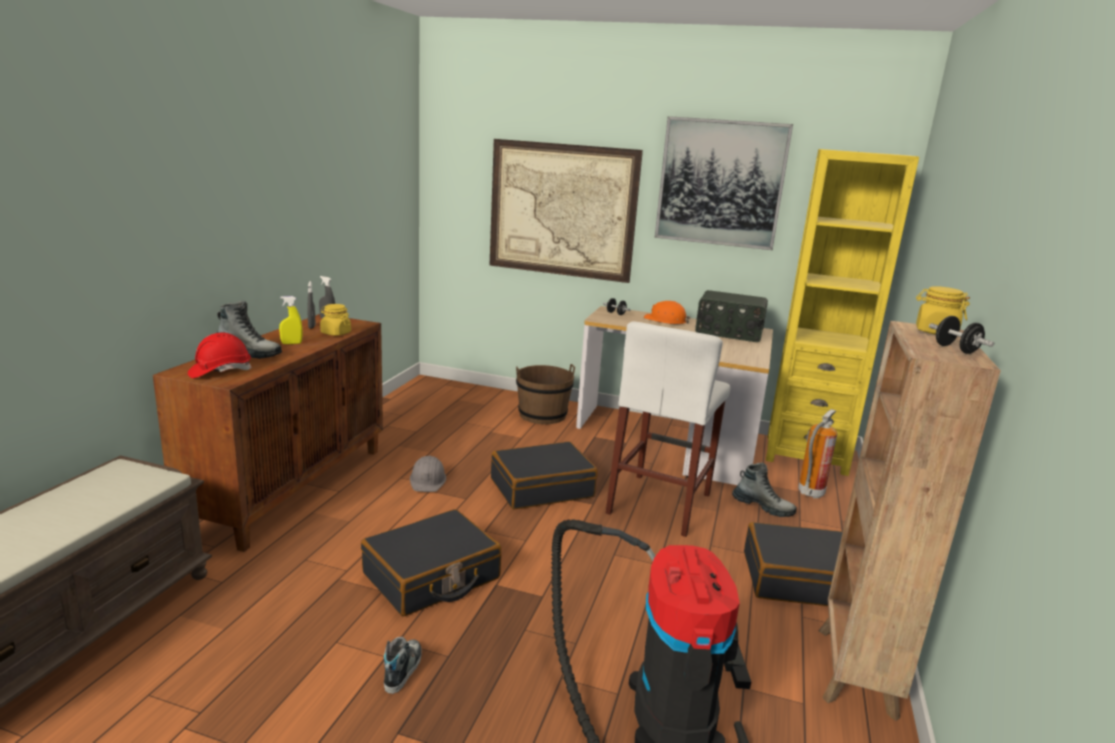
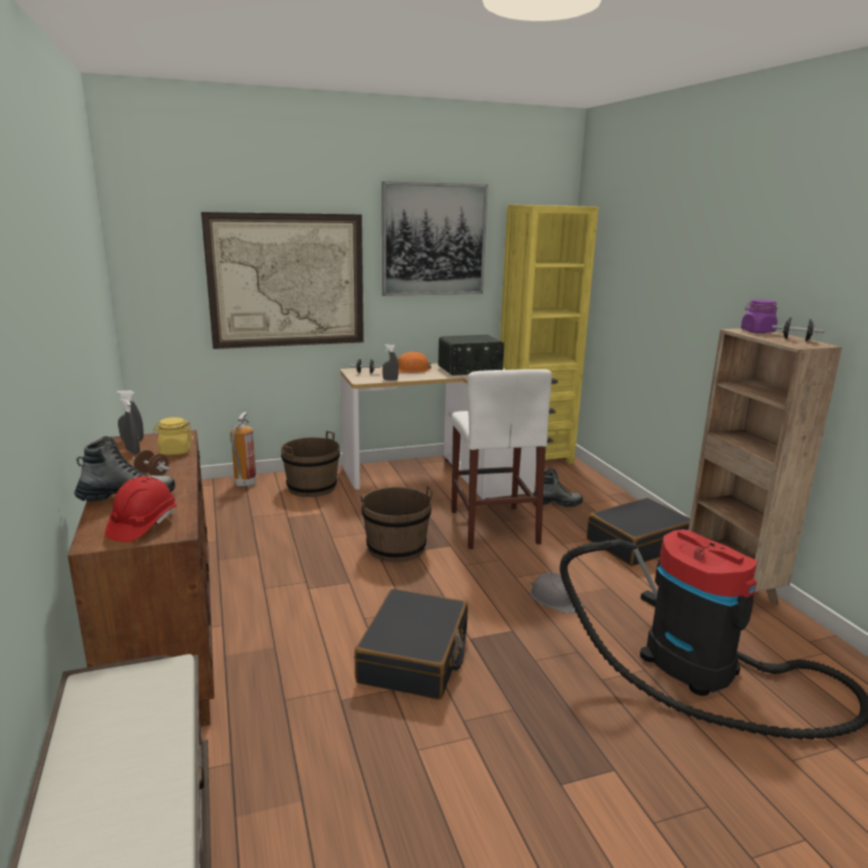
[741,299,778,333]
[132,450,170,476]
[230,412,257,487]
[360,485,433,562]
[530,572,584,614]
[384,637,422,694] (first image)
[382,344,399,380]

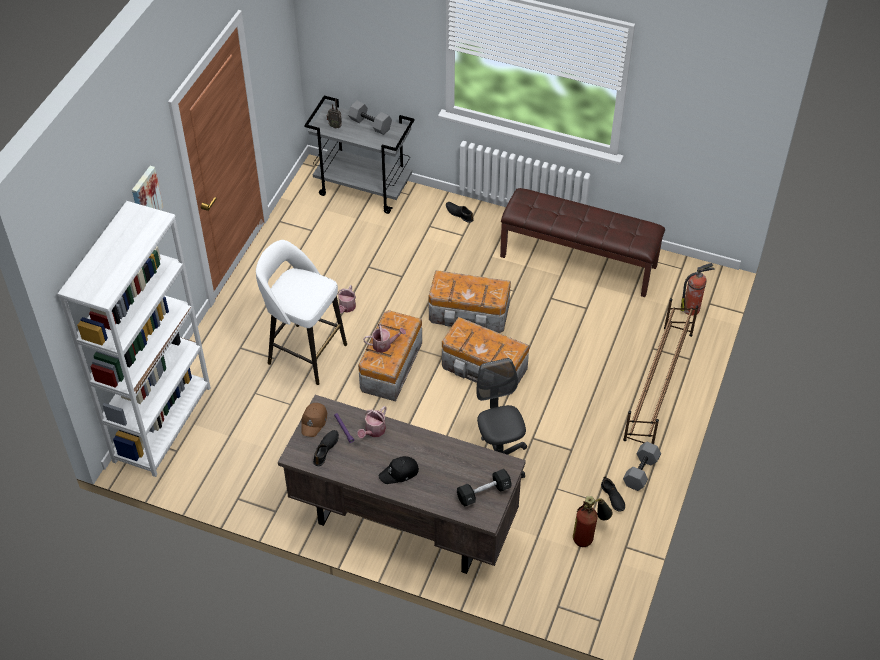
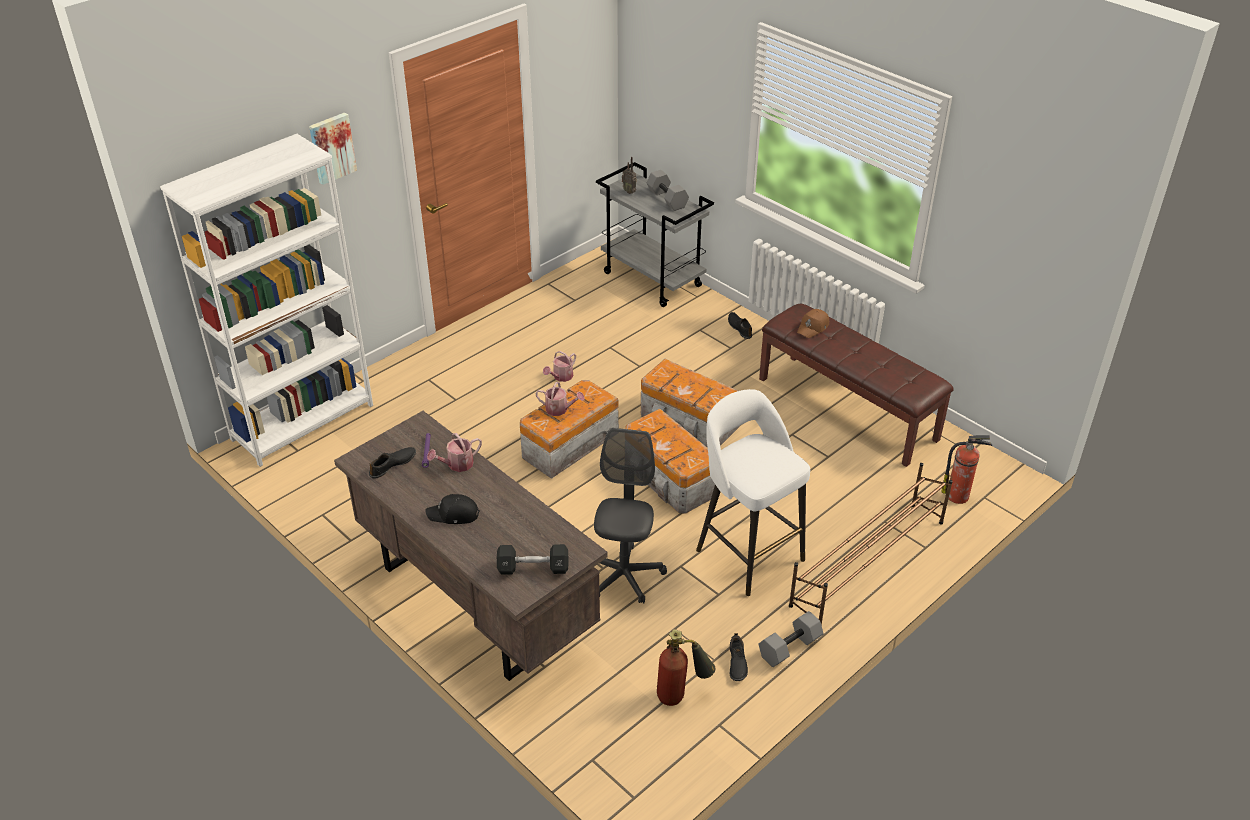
[696,389,810,596]
[797,309,829,338]

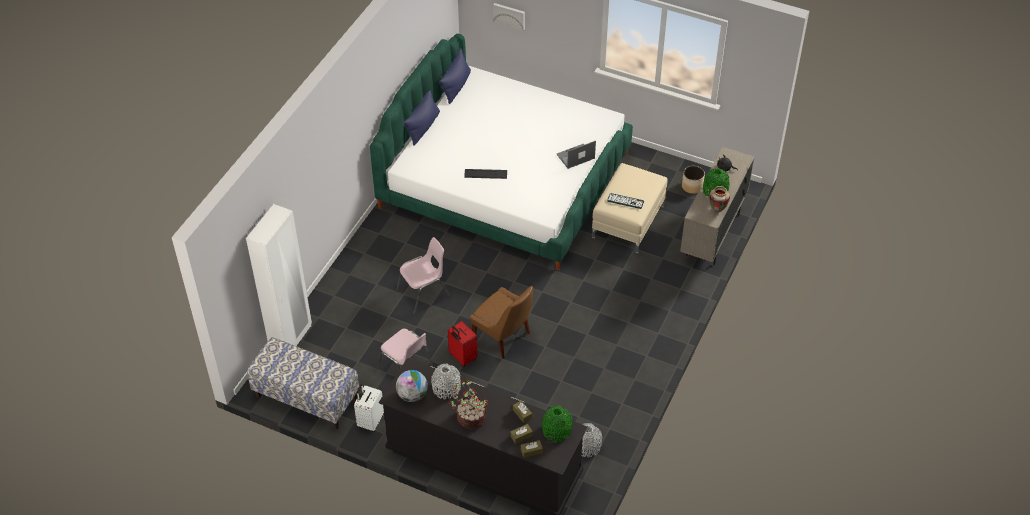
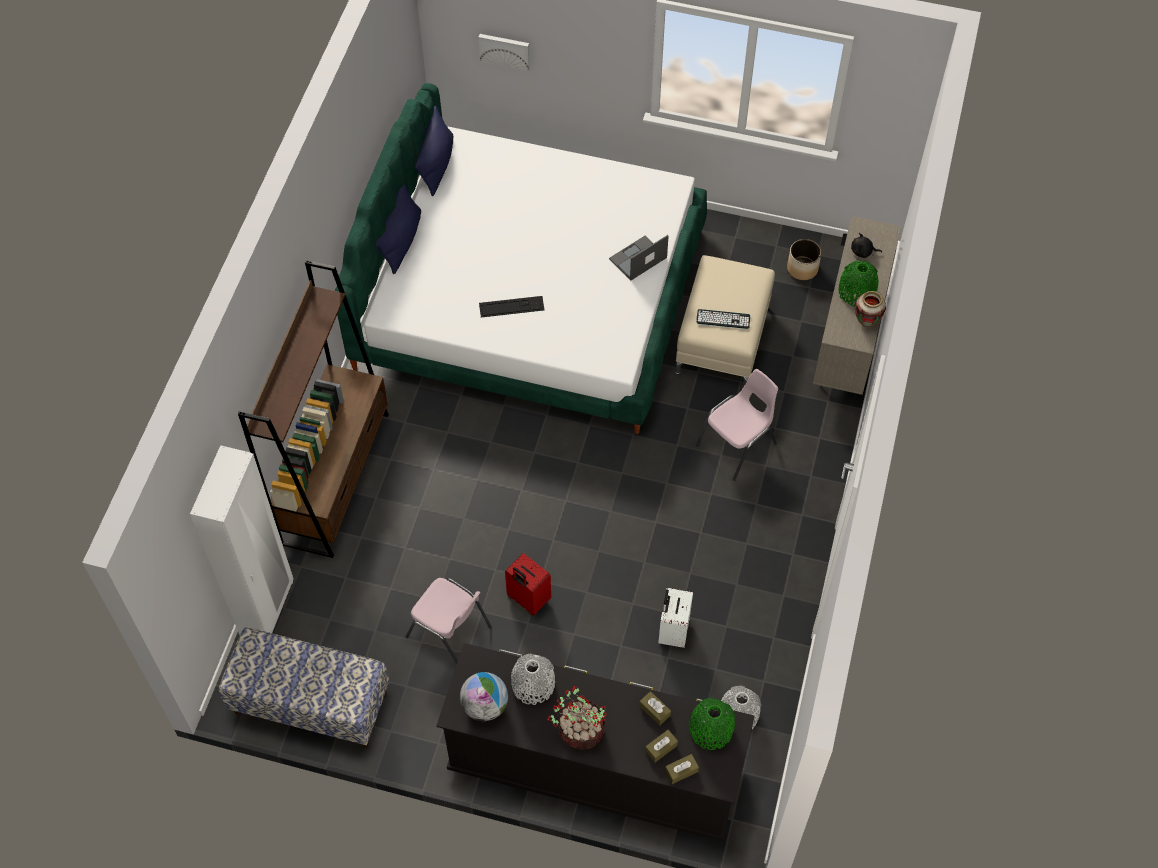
[696,369,778,481]
[470,286,533,359] (first image)
[658,588,693,648]
[238,260,389,558]

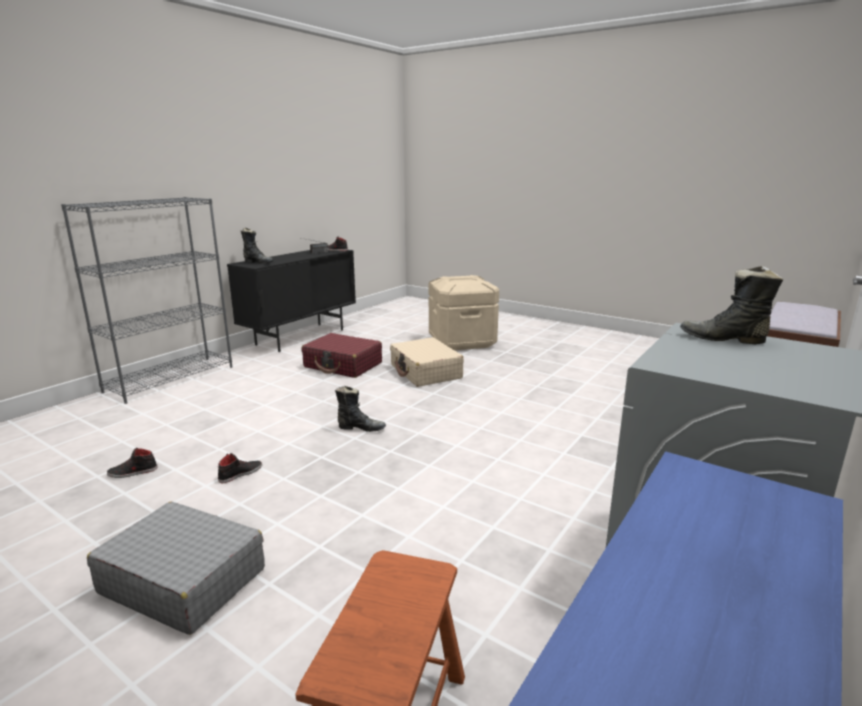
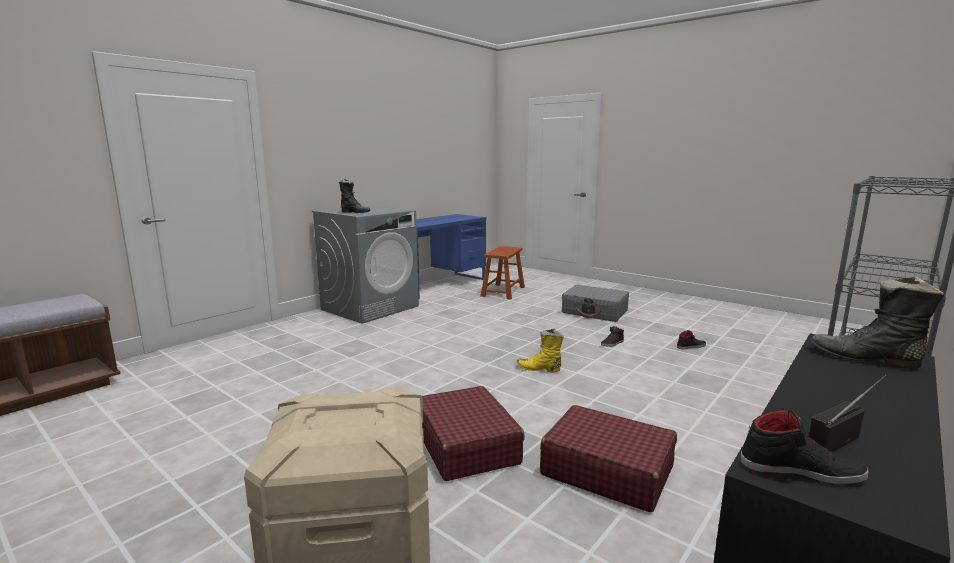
[422,386,525,481]
[516,329,564,372]

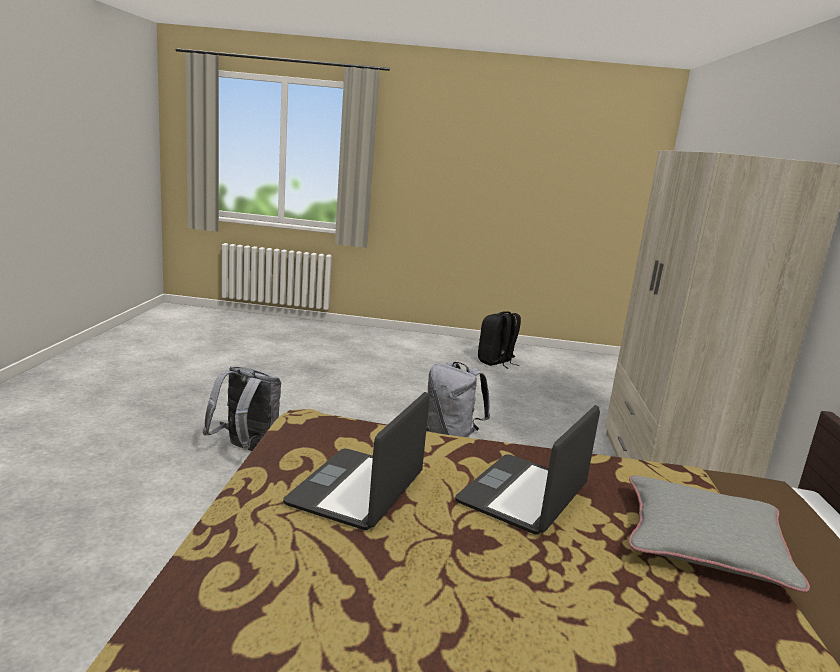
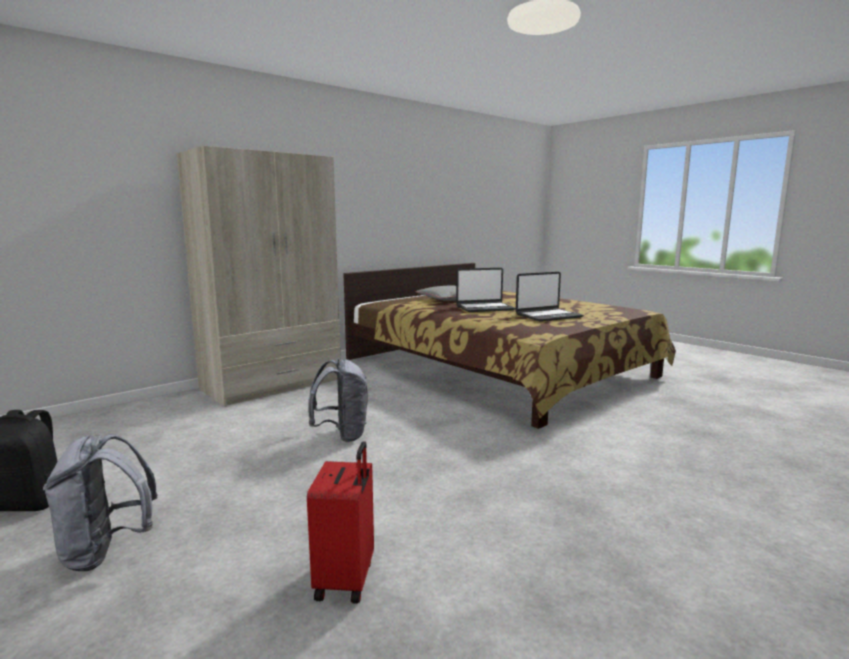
[43,435,158,571]
[307,441,374,604]

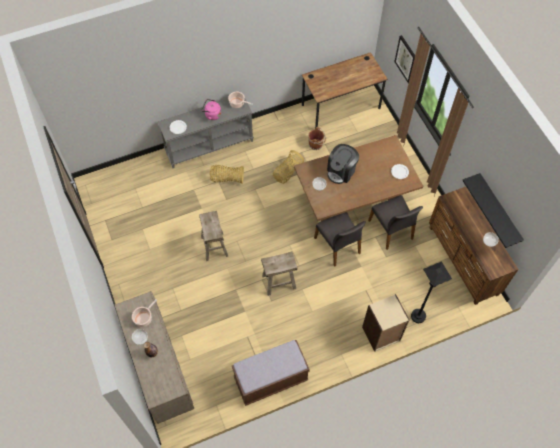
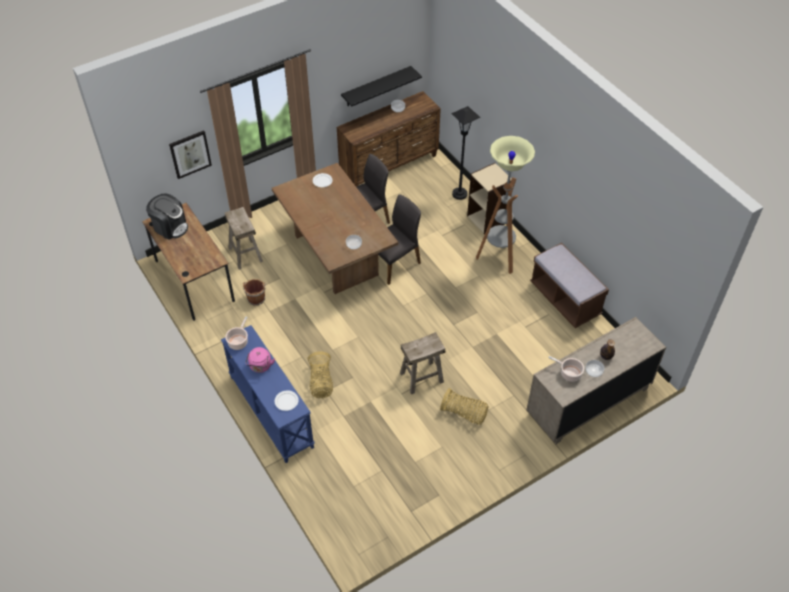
[221,325,315,463]
[146,193,188,240]
[440,388,488,425]
[225,207,263,270]
[476,136,535,274]

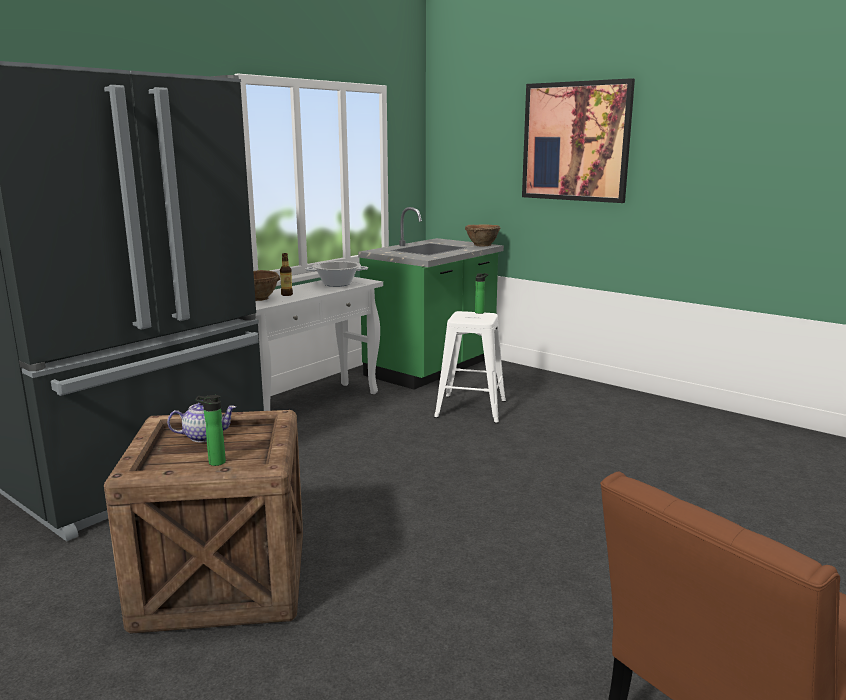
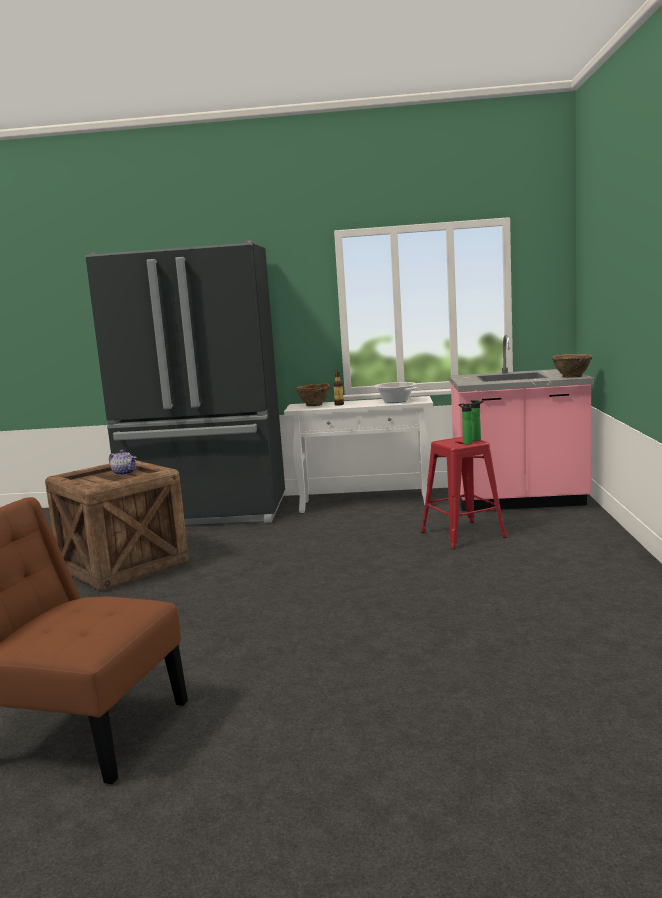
[522,78,635,203] (first image)
[449,335,594,511]
[420,437,507,549]
[459,403,473,445]

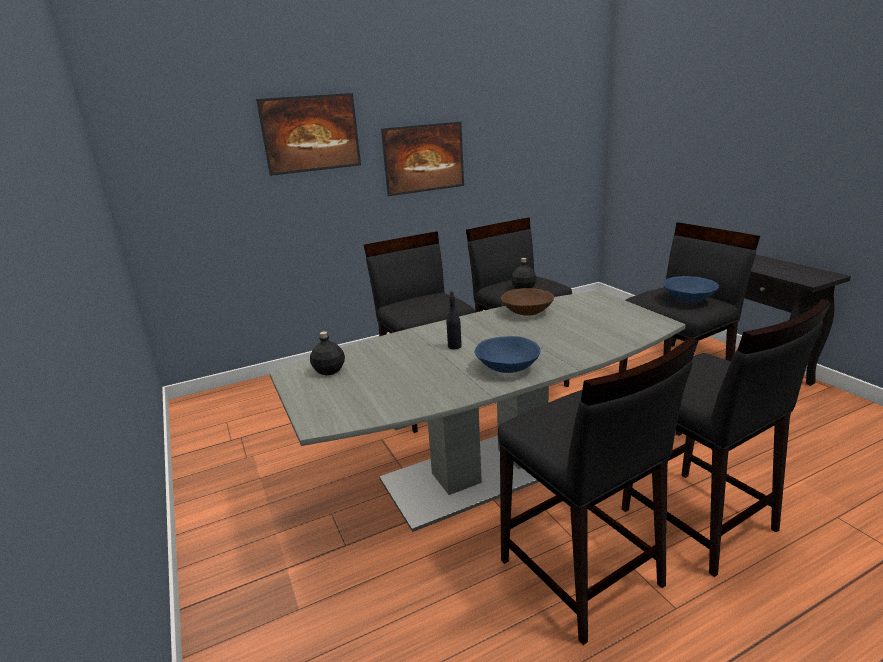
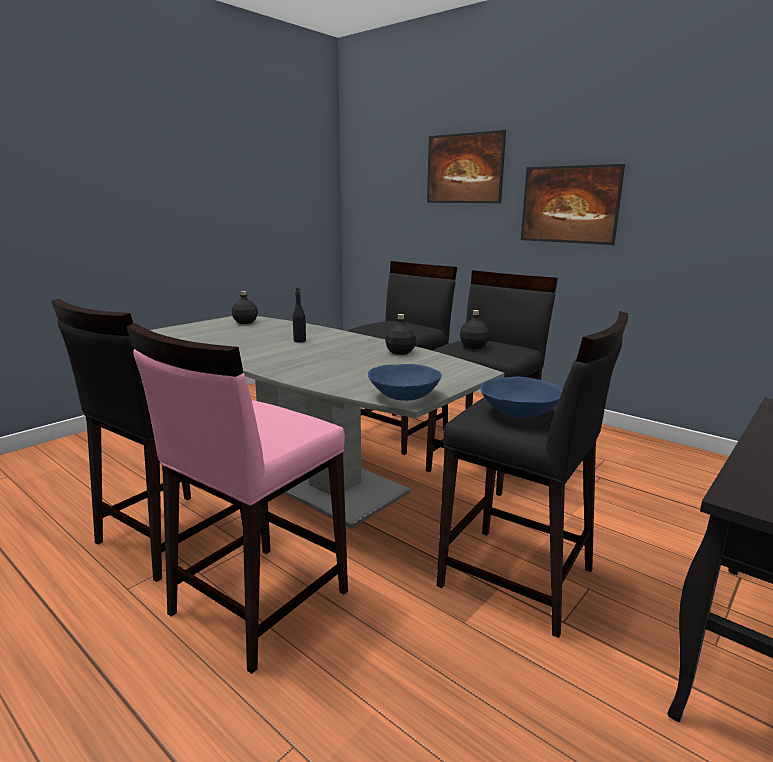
[385,314,416,355]
[126,323,348,674]
[368,364,442,401]

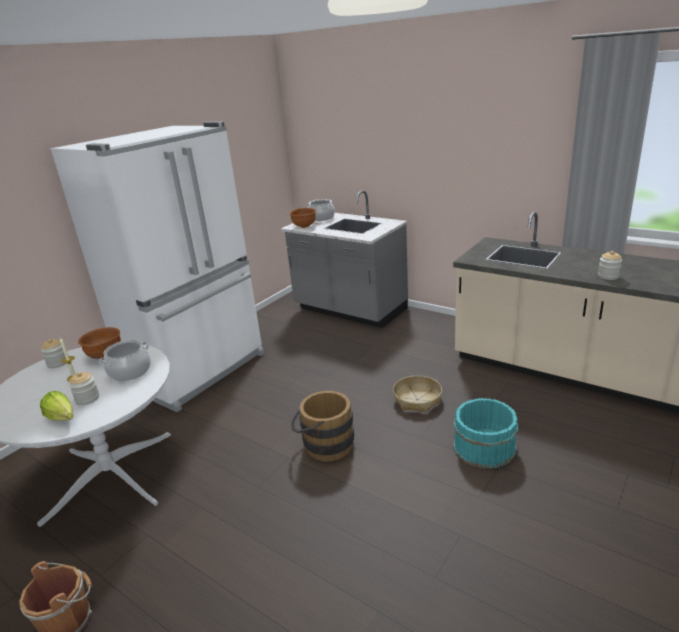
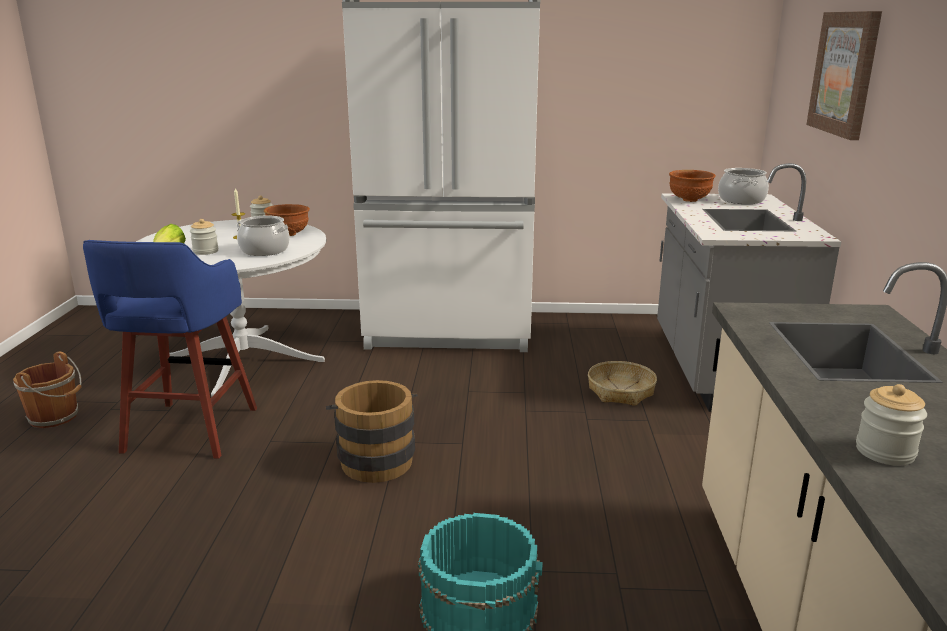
[588,361,657,406]
[806,11,882,140]
[83,240,257,459]

